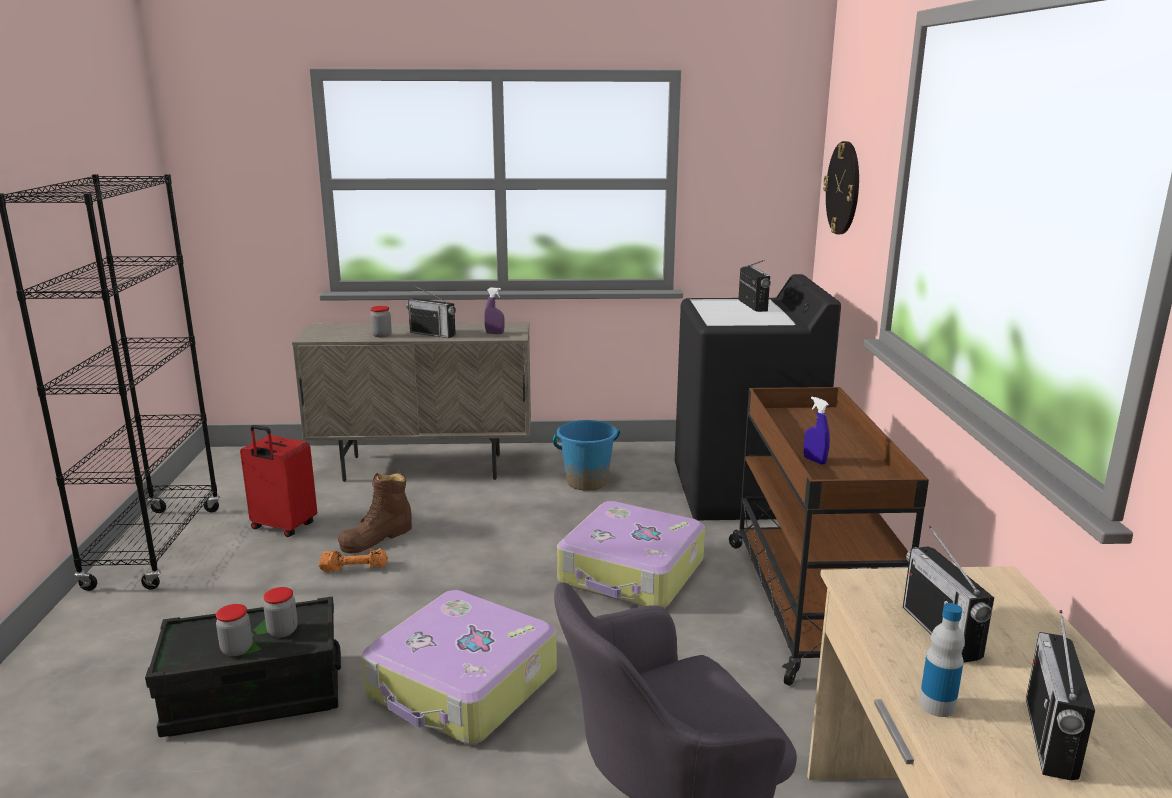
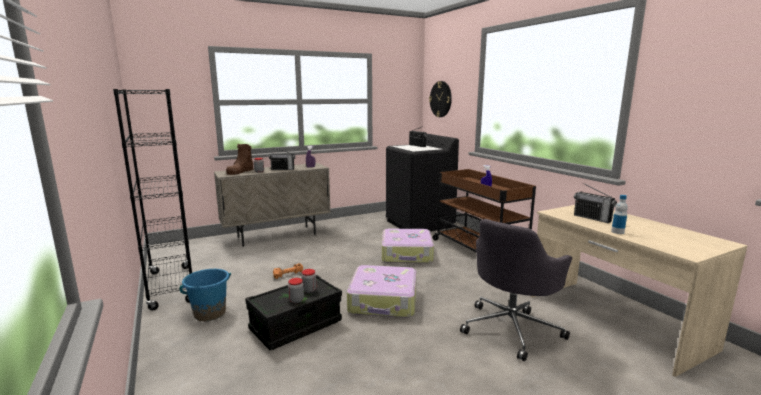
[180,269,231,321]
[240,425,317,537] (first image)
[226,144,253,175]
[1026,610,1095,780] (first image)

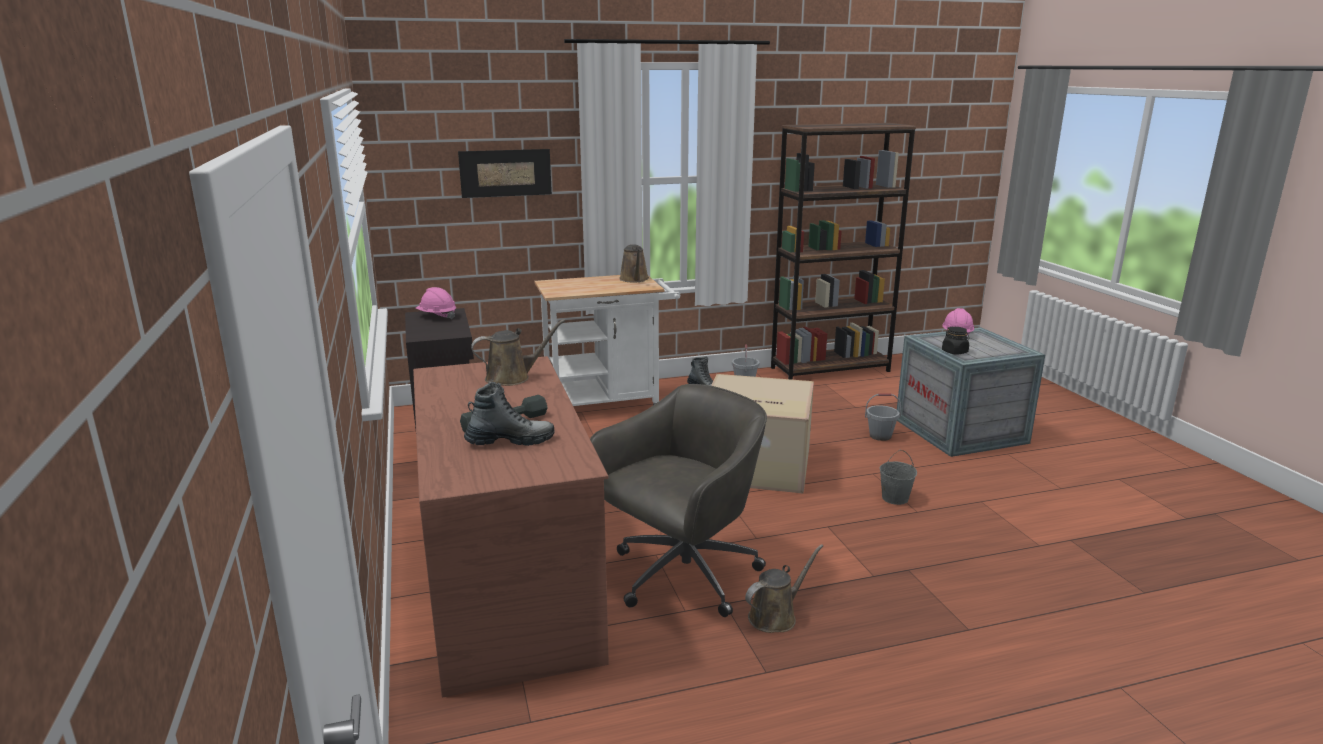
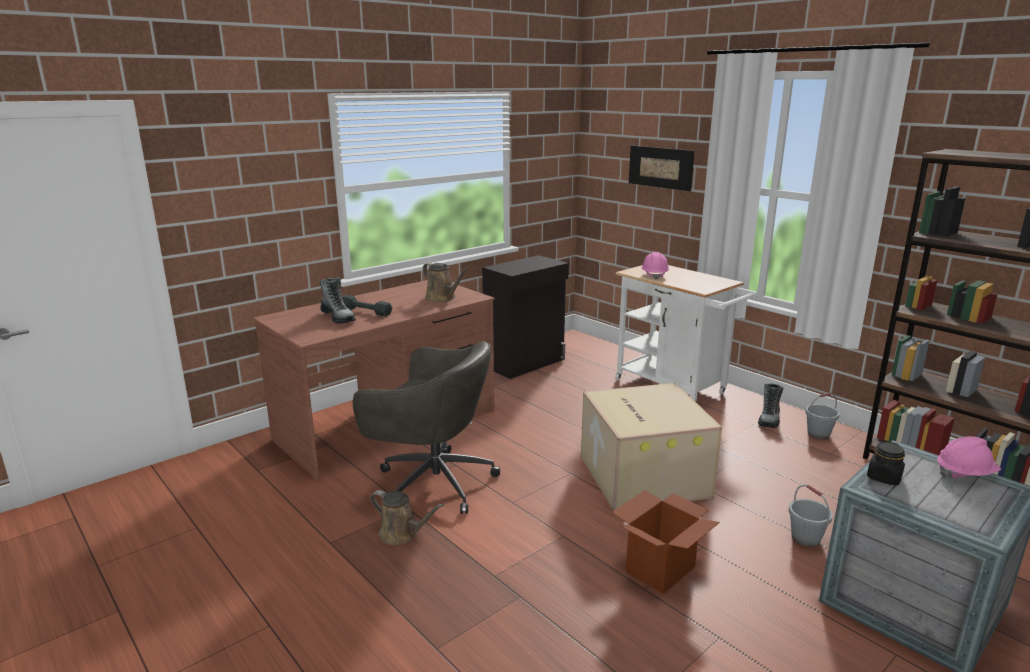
[619,244,649,282] (first image)
[642,252,669,280]
[611,490,720,594]

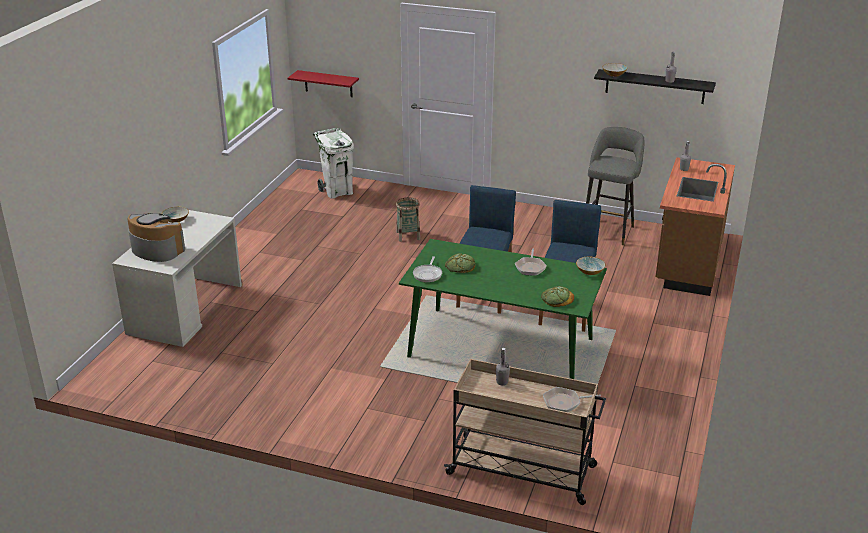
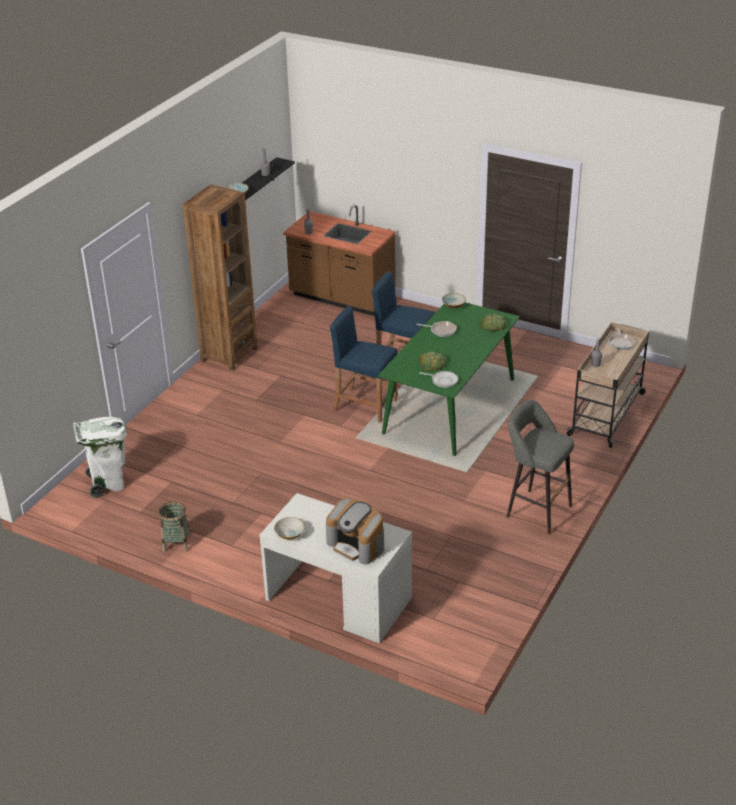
[288,70,359,97] (first image)
[506,400,574,534]
[158,501,190,552]
[326,499,384,565]
[183,184,258,371]

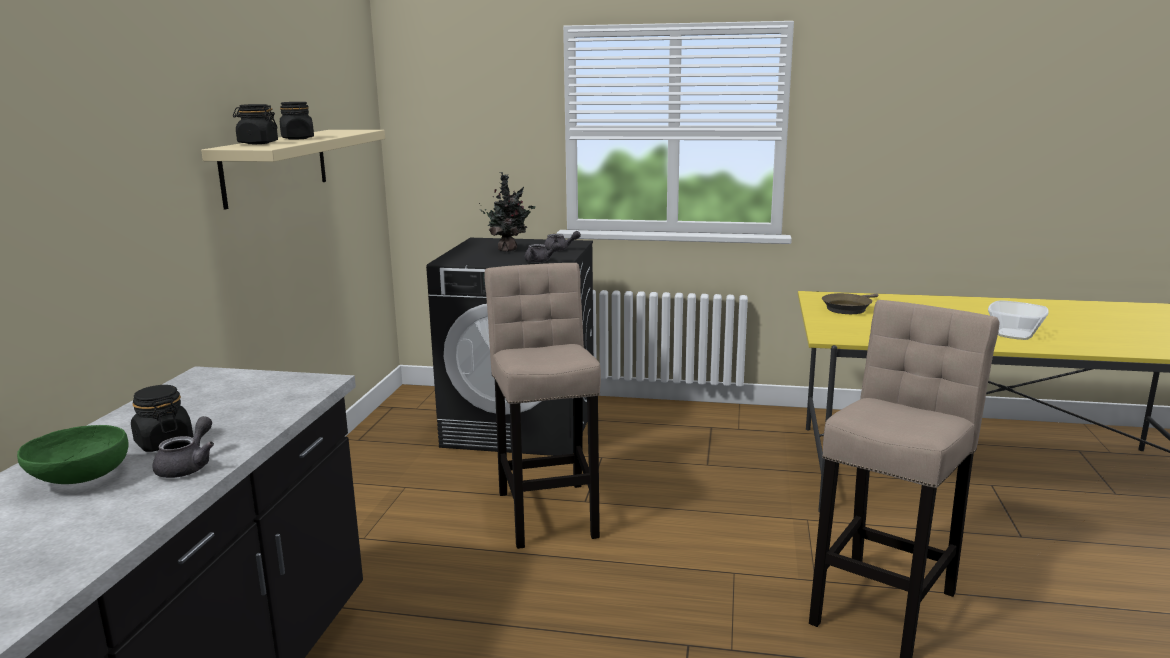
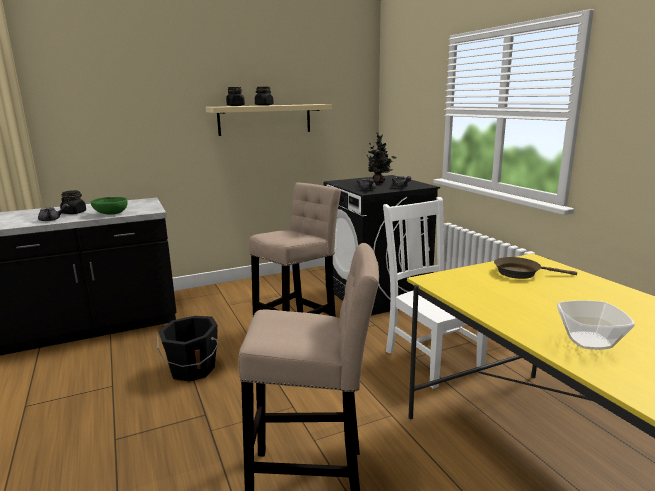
[91,197,128,215]
[383,197,488,389]
[157,316,218,382]

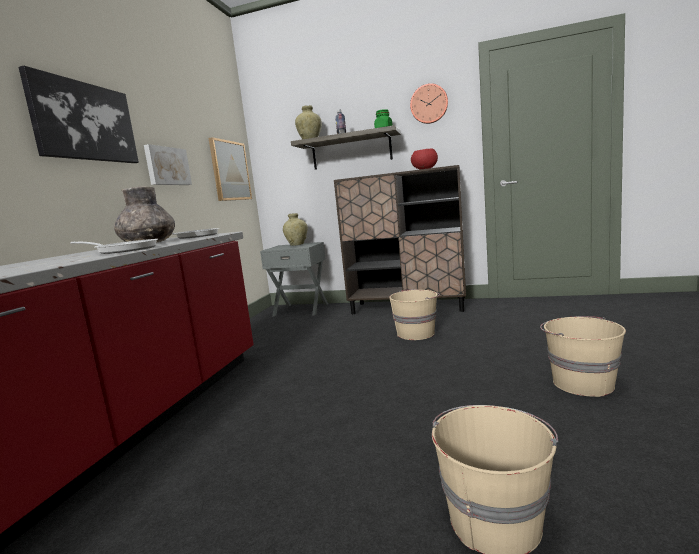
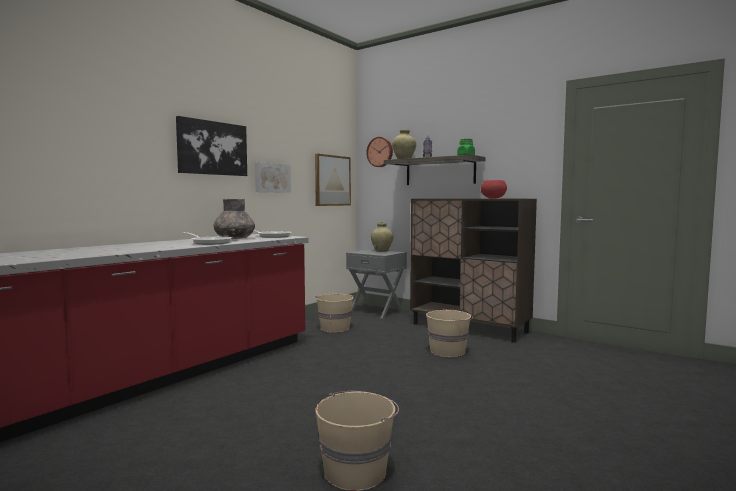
[366,137,393,167]
[316,294,354,333]

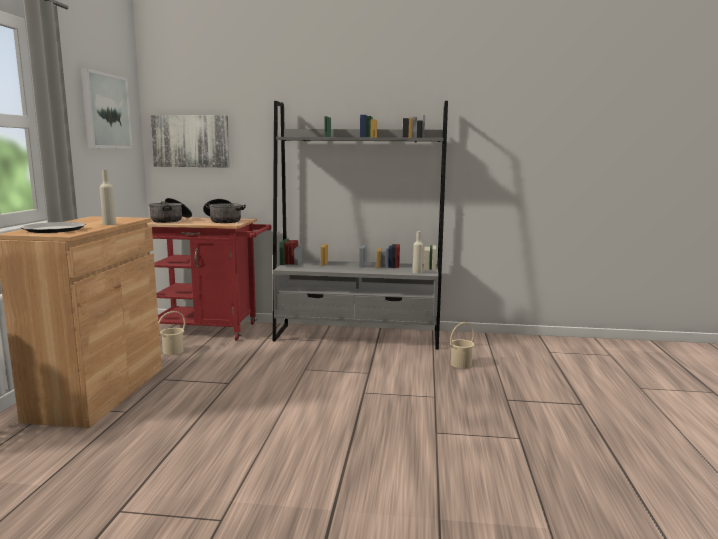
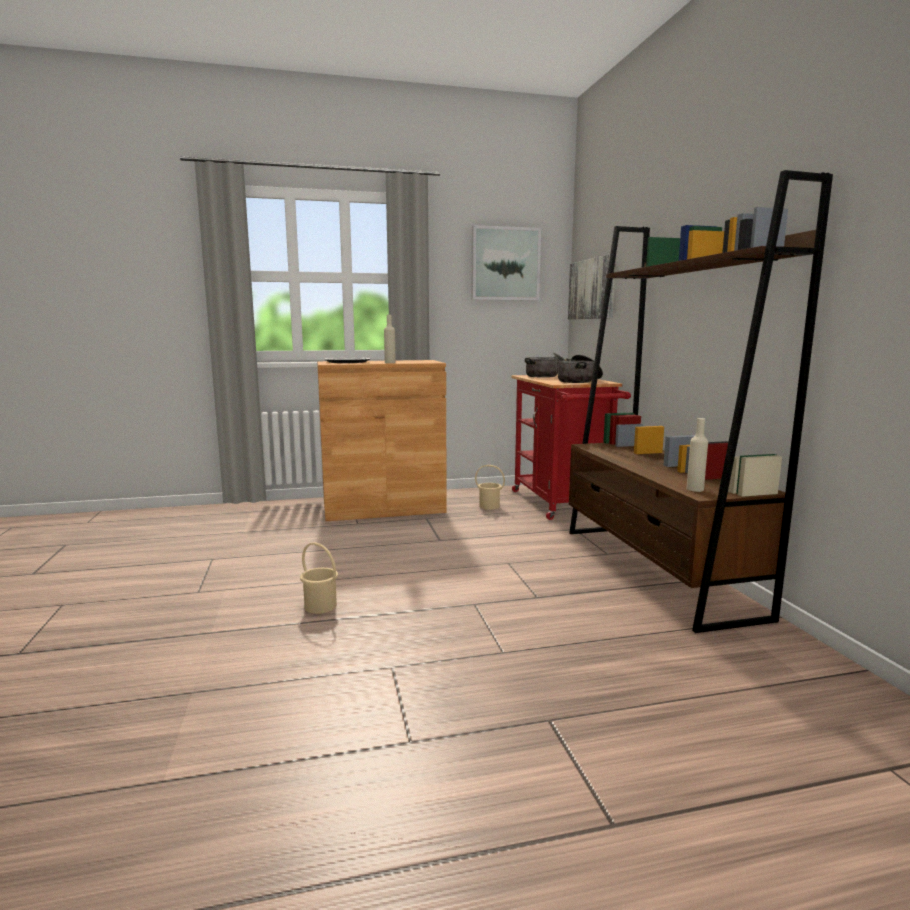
[569,170,833,633]
[300,542,338,614]

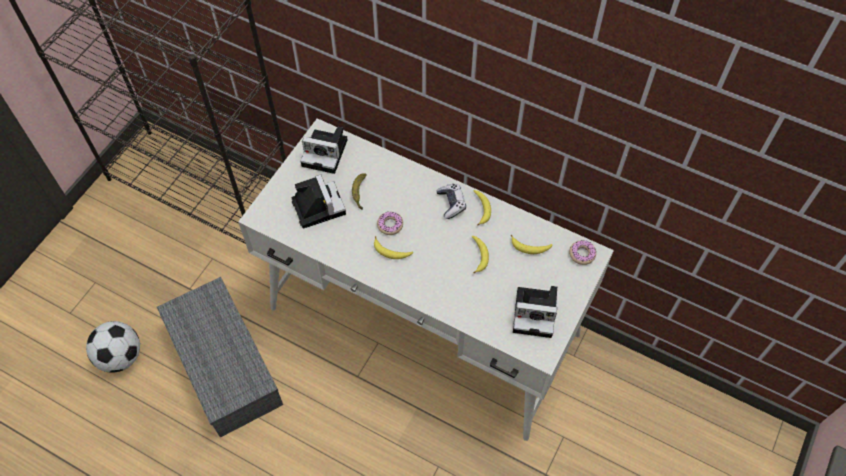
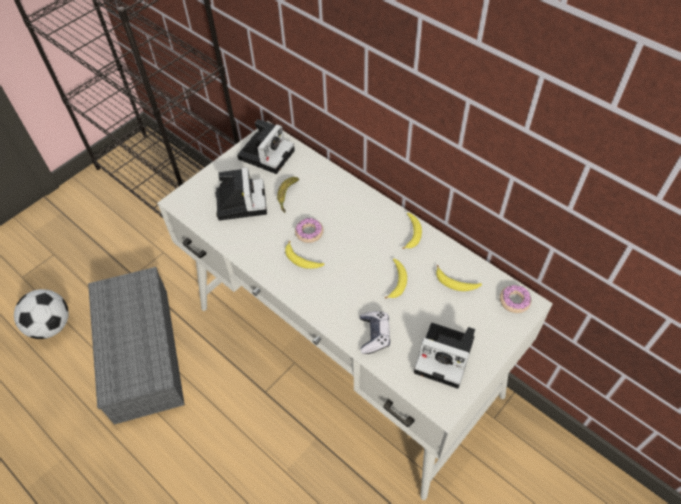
[237,119,295,174]
[360,311,390,354]

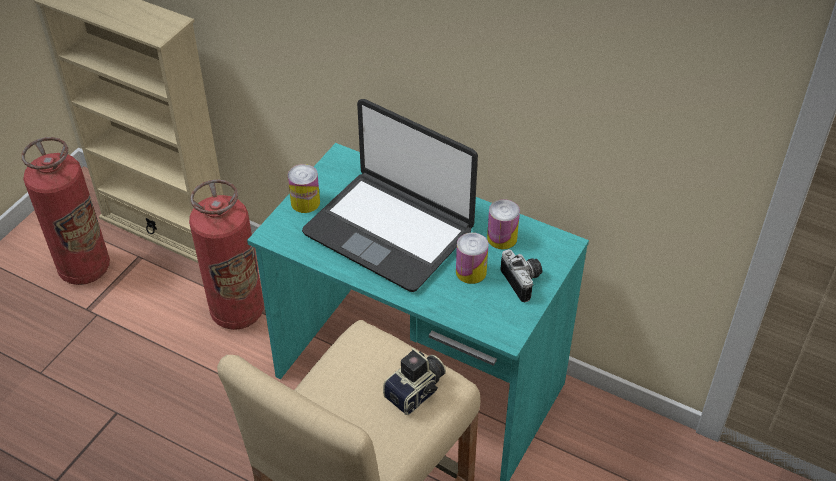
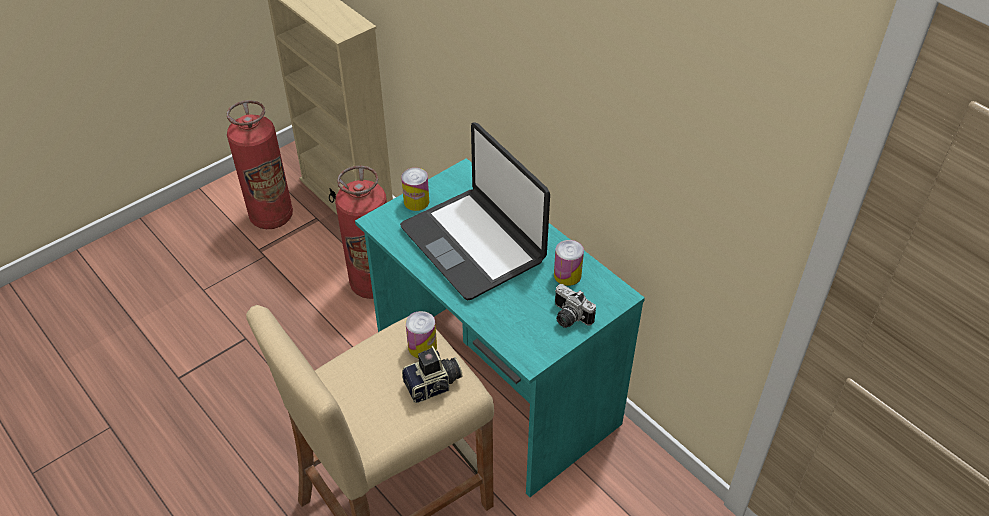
[406,311,437,358]
[555,284,596,328]

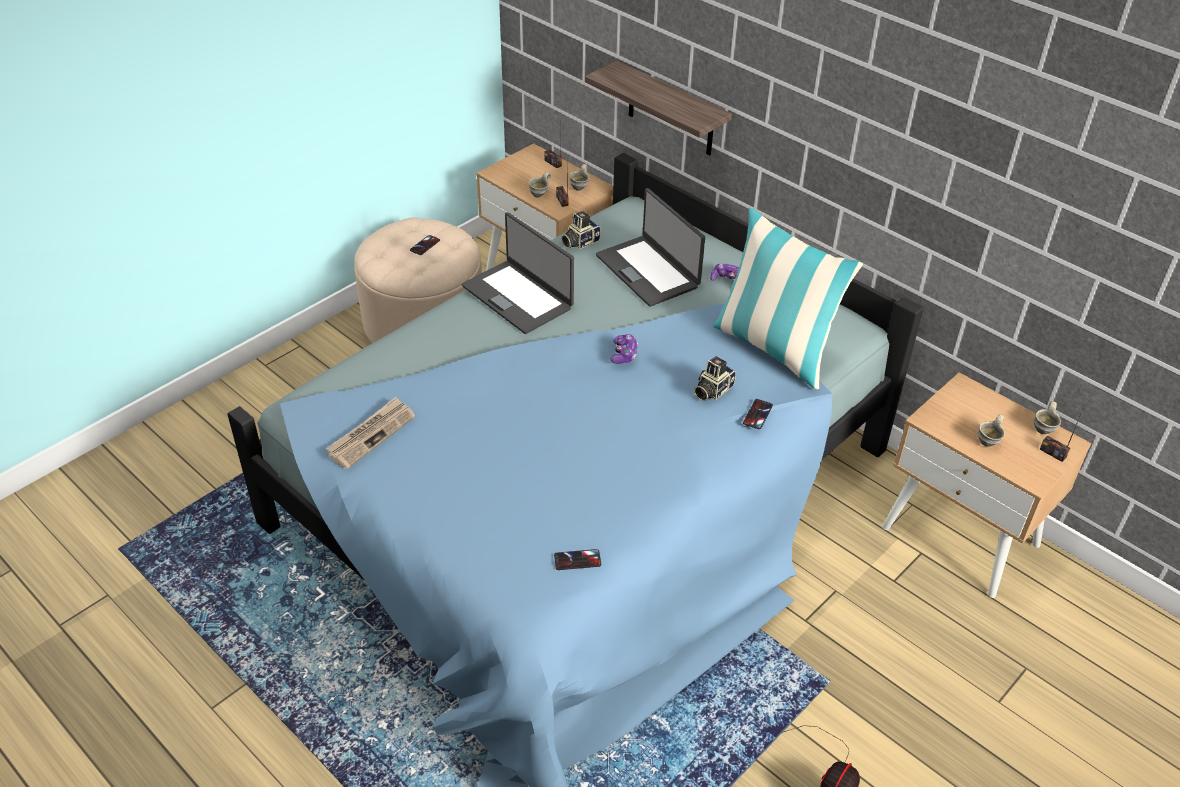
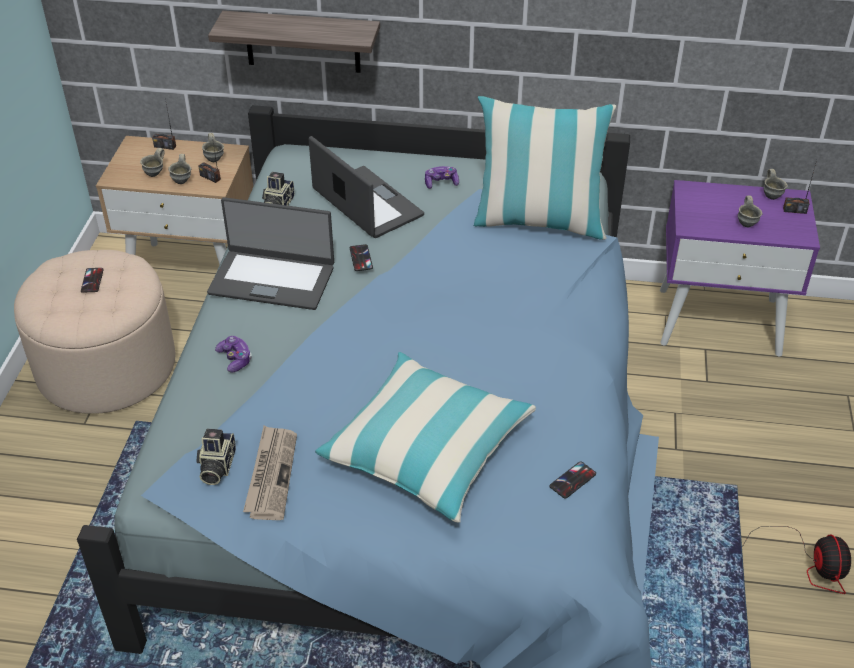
[308,136,424,238]
[215,336,252,373]
[196,429,236,485]
[660,180,820,357]
[350,244,373,271]
[140,148,165,177]
[315,352,536,522]

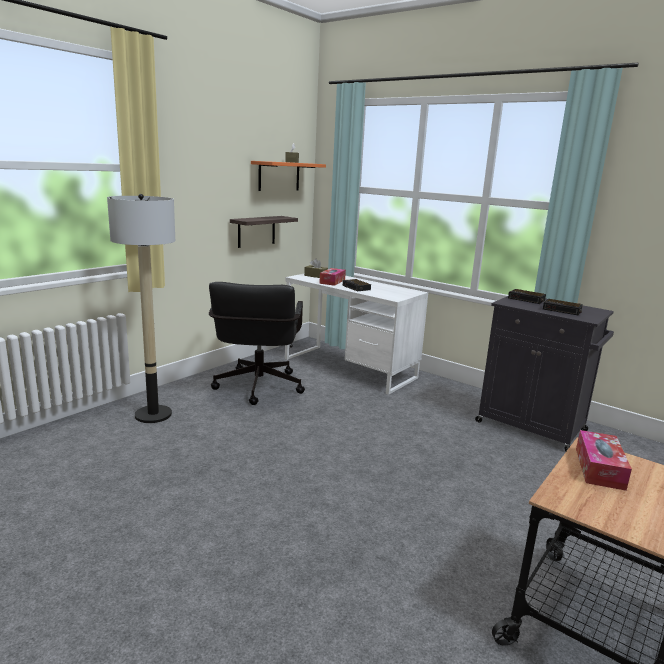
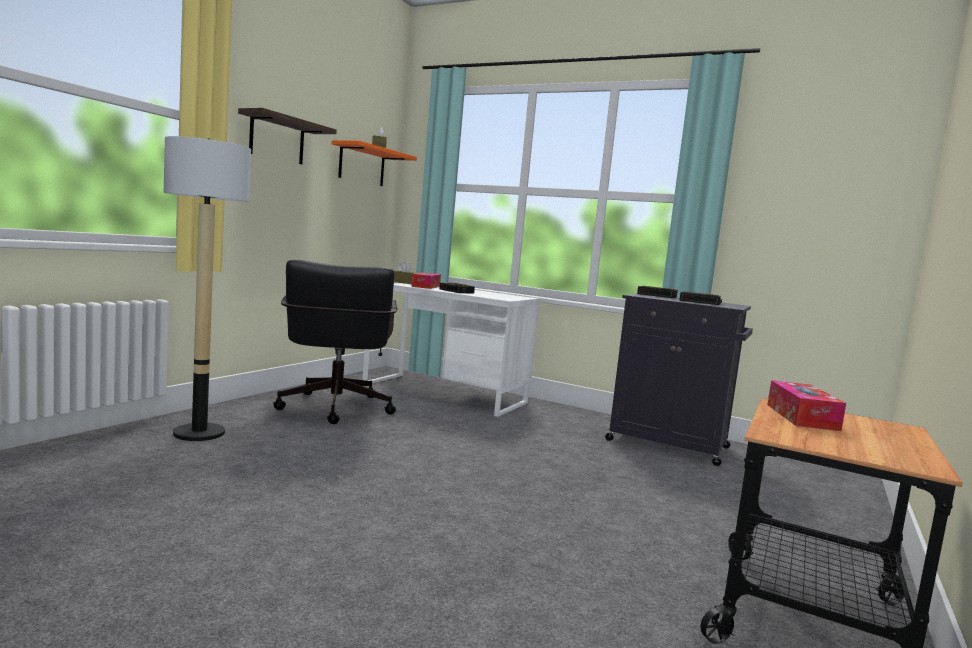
[238,108,337,164]

